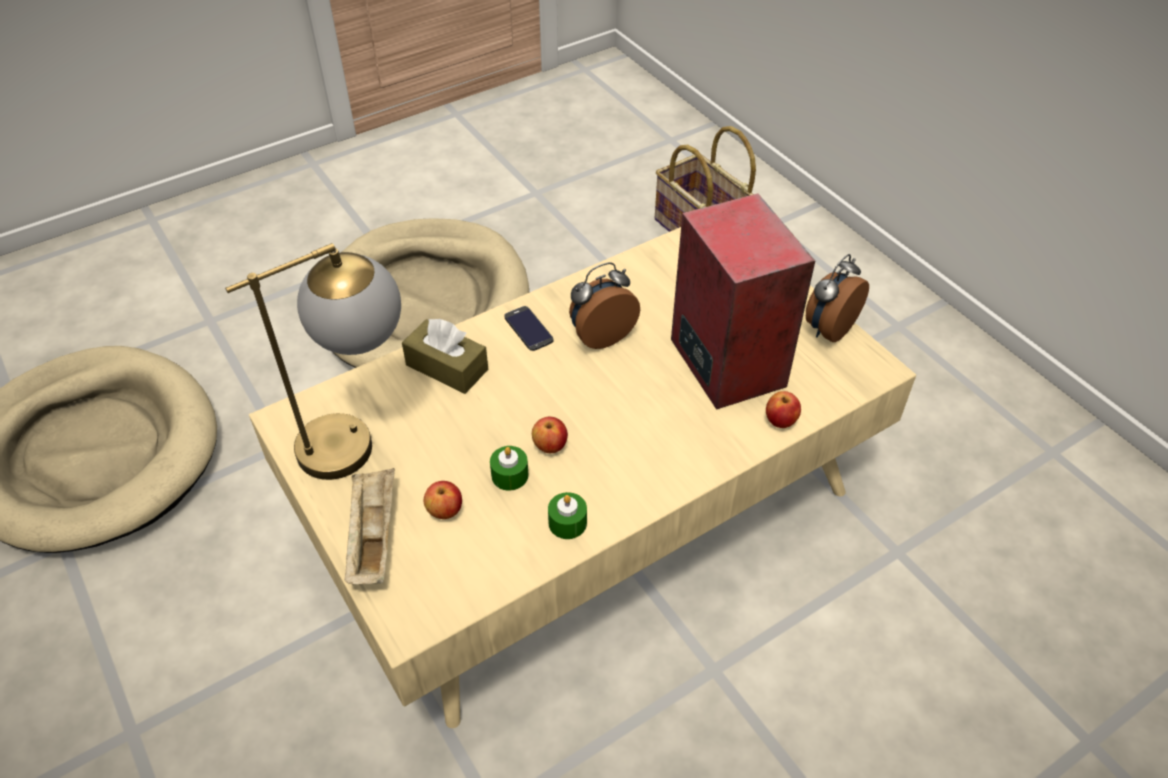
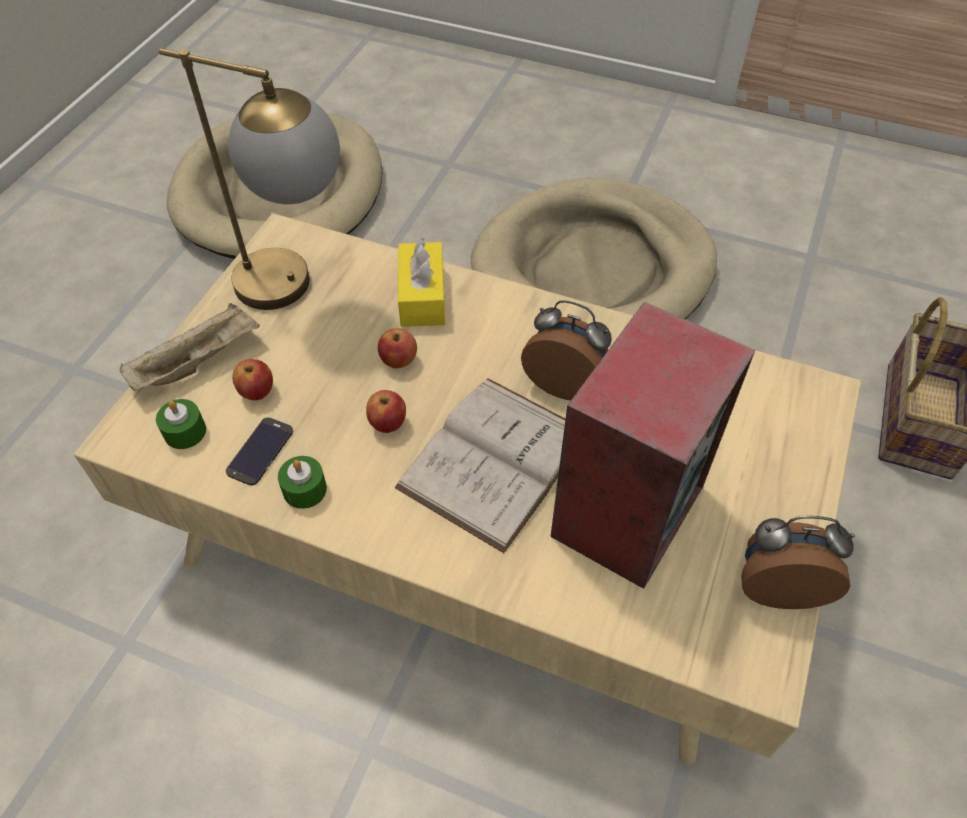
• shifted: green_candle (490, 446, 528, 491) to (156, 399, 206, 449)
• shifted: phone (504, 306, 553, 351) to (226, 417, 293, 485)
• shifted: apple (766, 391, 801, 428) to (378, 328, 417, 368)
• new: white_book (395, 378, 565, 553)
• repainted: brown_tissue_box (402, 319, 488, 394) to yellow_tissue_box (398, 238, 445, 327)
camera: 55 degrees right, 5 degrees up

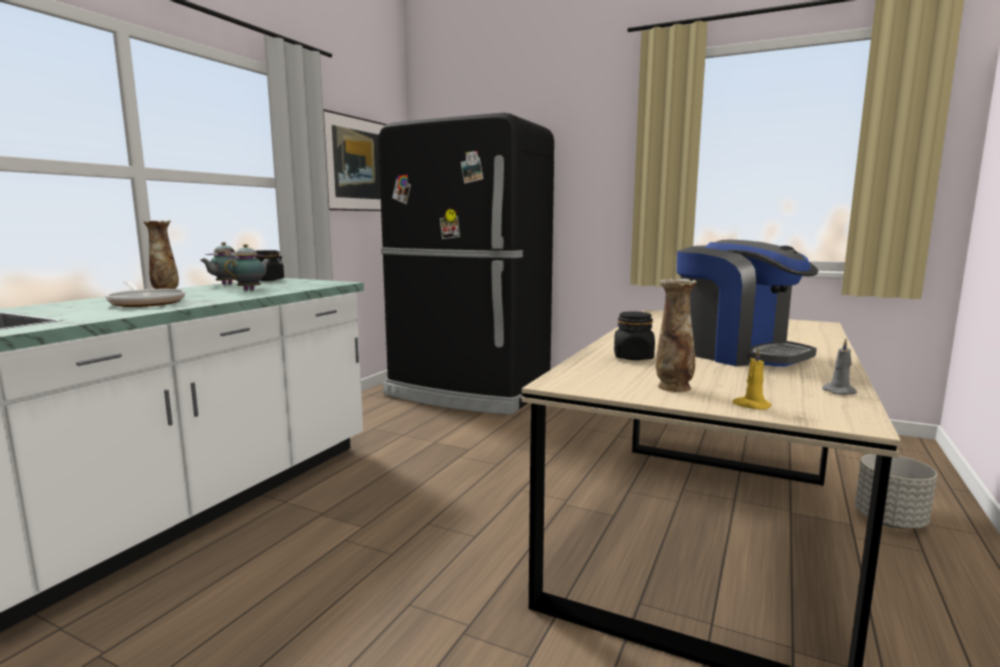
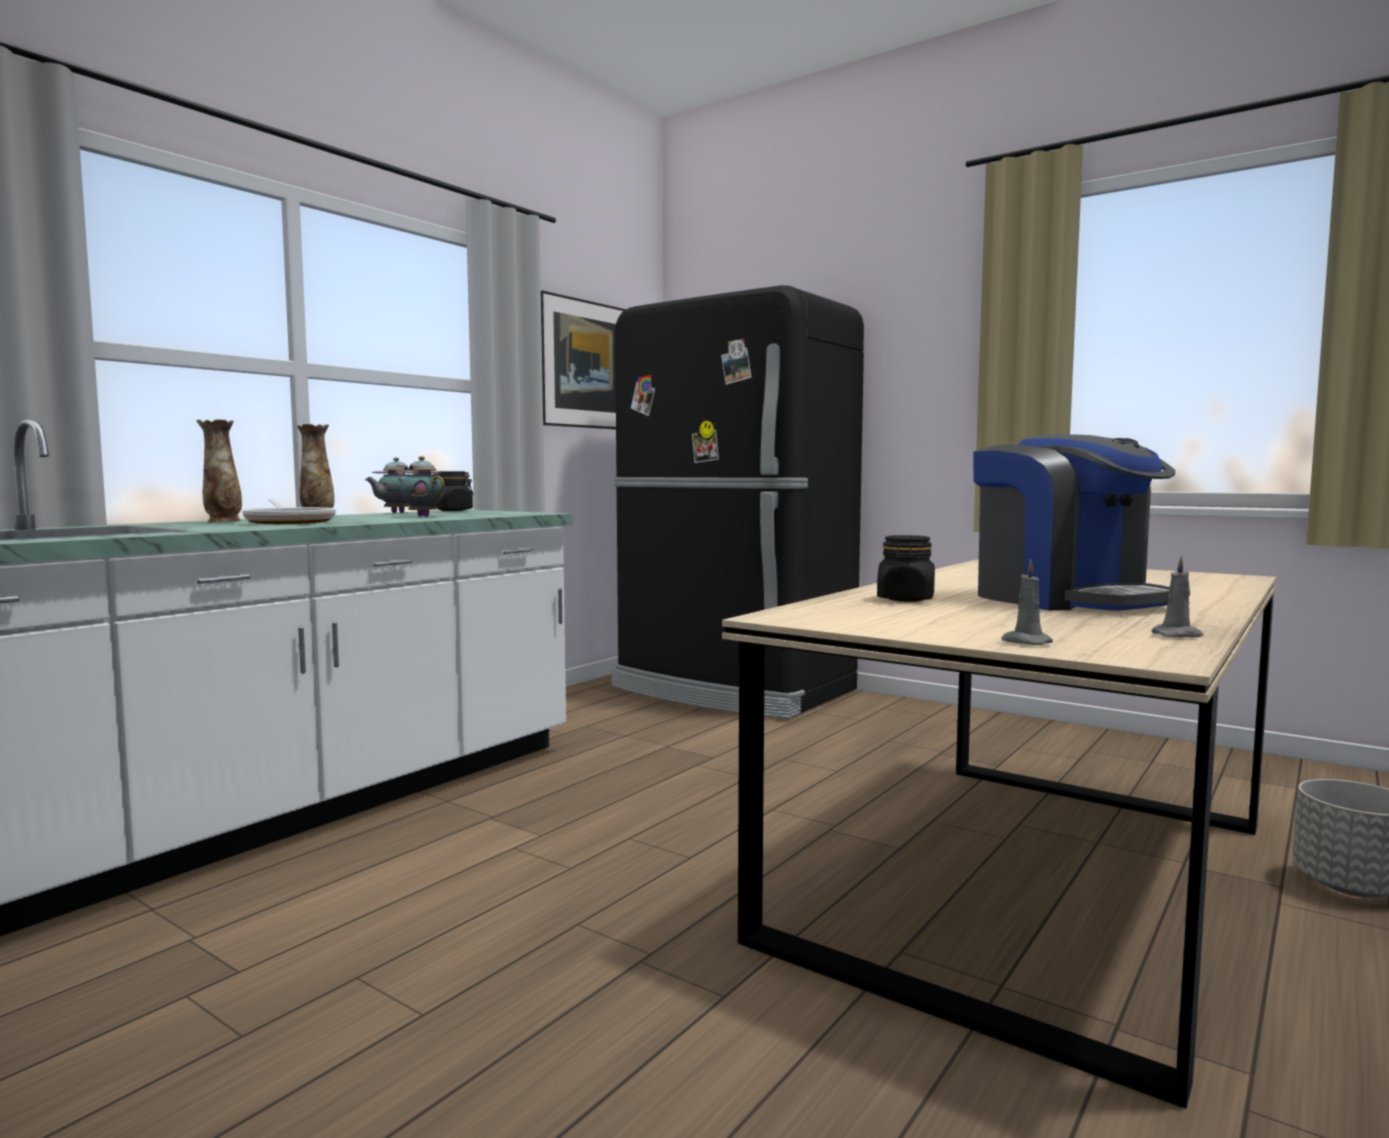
• shifted: vase (656, 278, 697, 392) to (196, 419, 242, 523)
• rotated: teapot (224, 244, 270, 291) = (398, 456, 445, 517) 90 degrees counterclockwise
• repainted: yellow_candle (733, 348, 772, 410) to grey_candle (1001, 559, 1053, 645)
camera: 10 degrees right, 5 degrees down

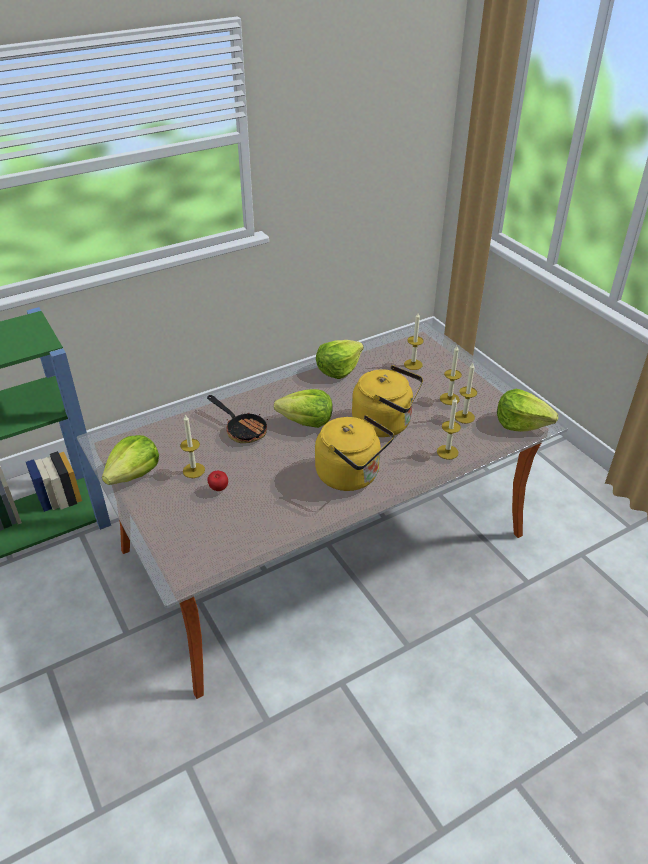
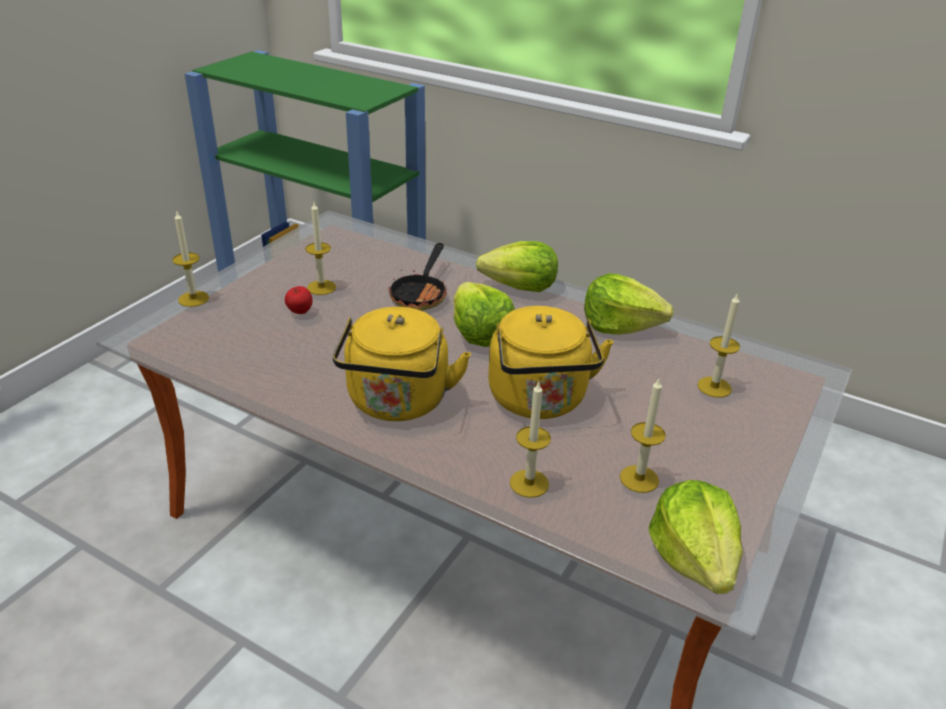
• shifted: candle (440, 346, 462, 405) to (172, 212, 209, 307)
• shifted: lettuce (102, 435, 159, 485) to (476, 241, 558, 292)
camera: 60 degrees right, 5 degrees down

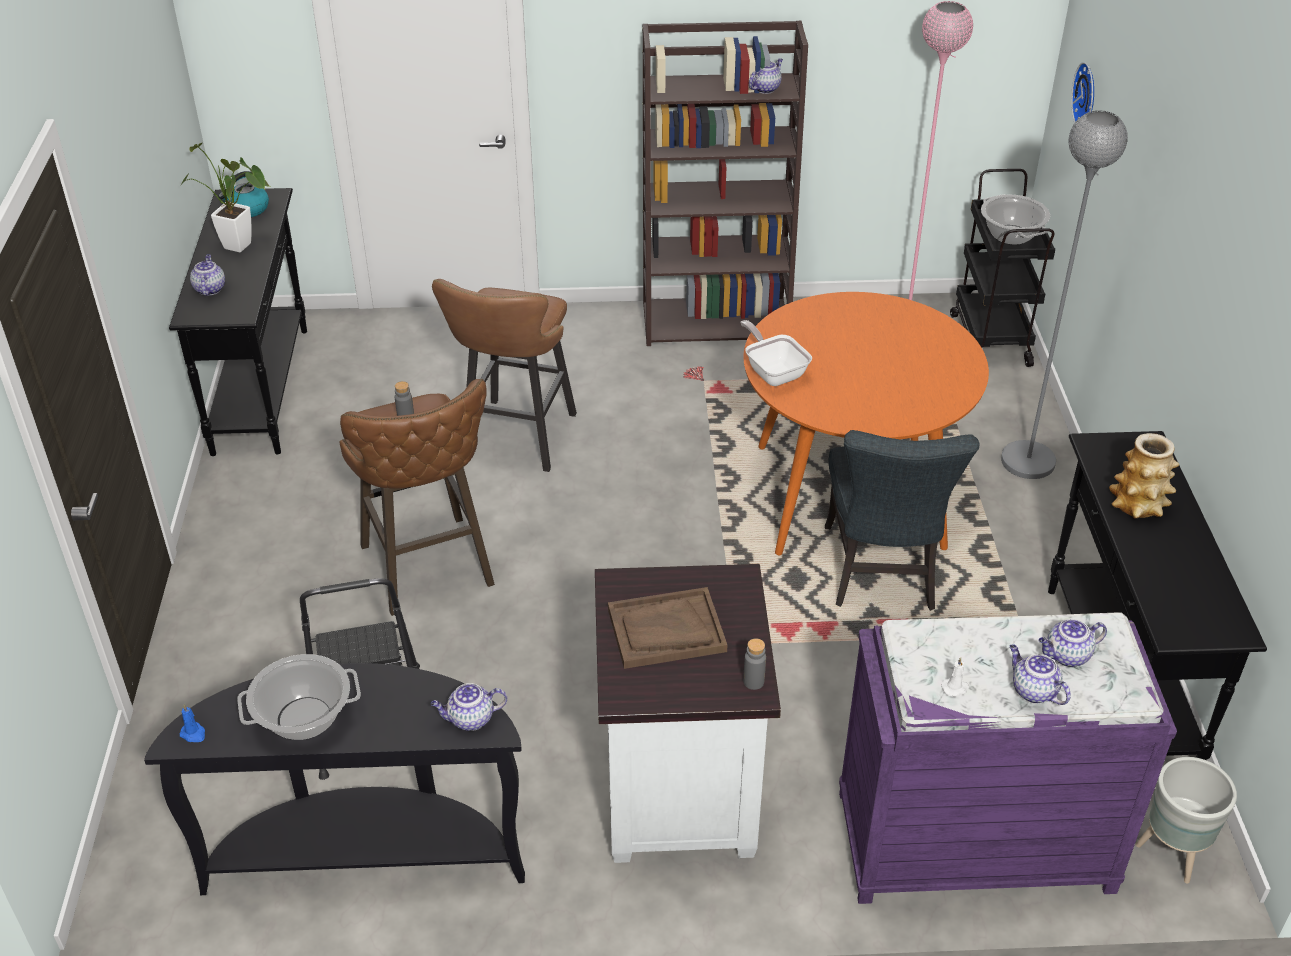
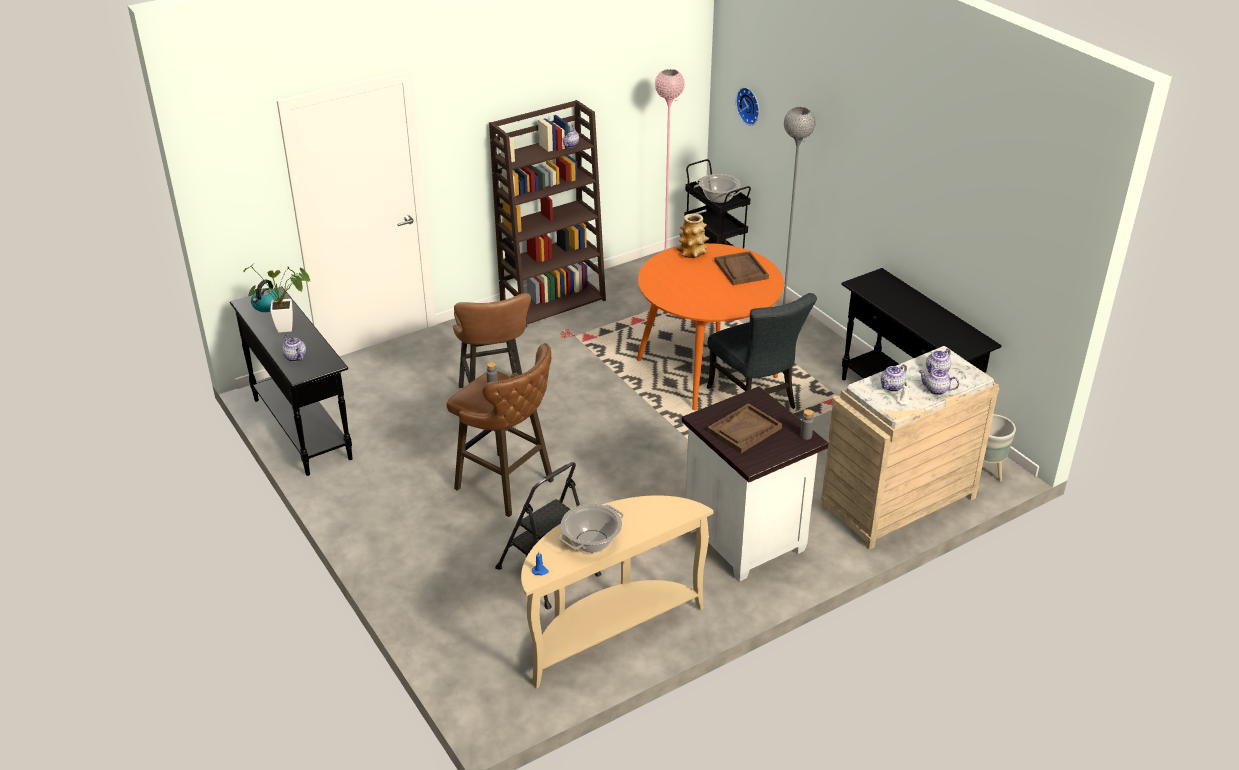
• repainted: black_console_table (144, 663, 525, 895) to beige_console_table (521, 495, 714, 688)
• shifted: vase (1109, 433, 1180, 519) to (676, 213, 709, 258)
• new: brown_tray (715, 251, 769, 285)
• repainted: purple_dresser (839, 612, 1177, 904) to beige_dresser (821, 346, 1000, 550)
• shifted: teapot (431, 683, 507, 731) to (881, 364, 907, 392)
• gone: frying_pan (740, 320, 812, 386)
camera: 30 degrees left, 5 degrees down

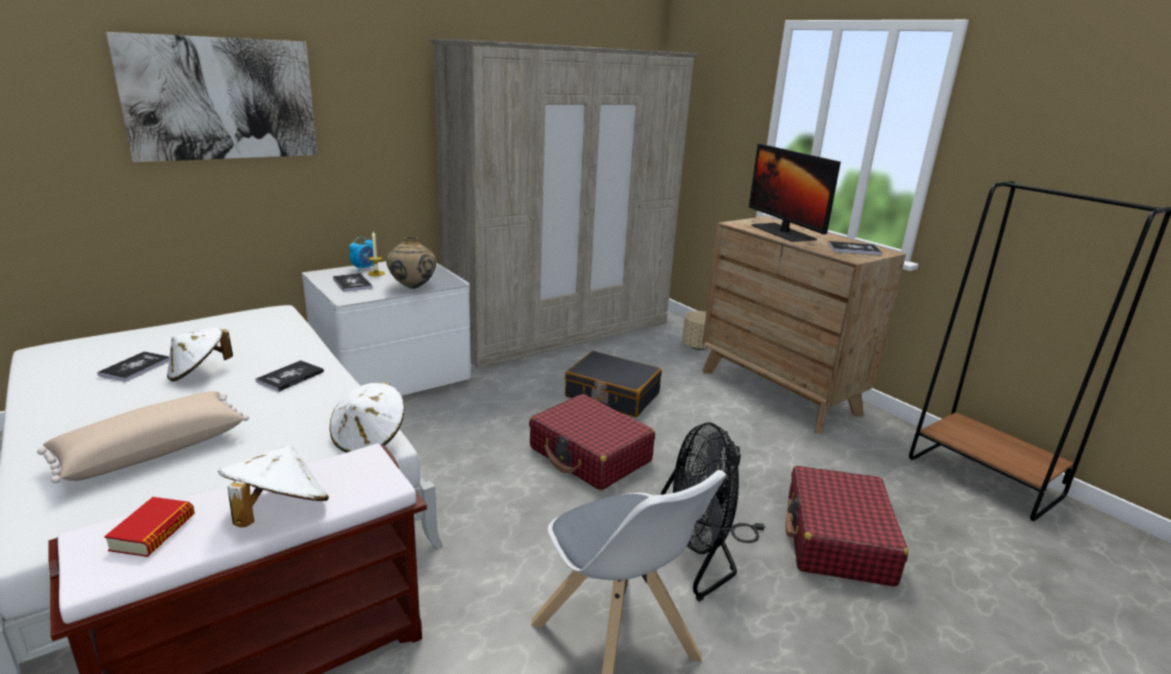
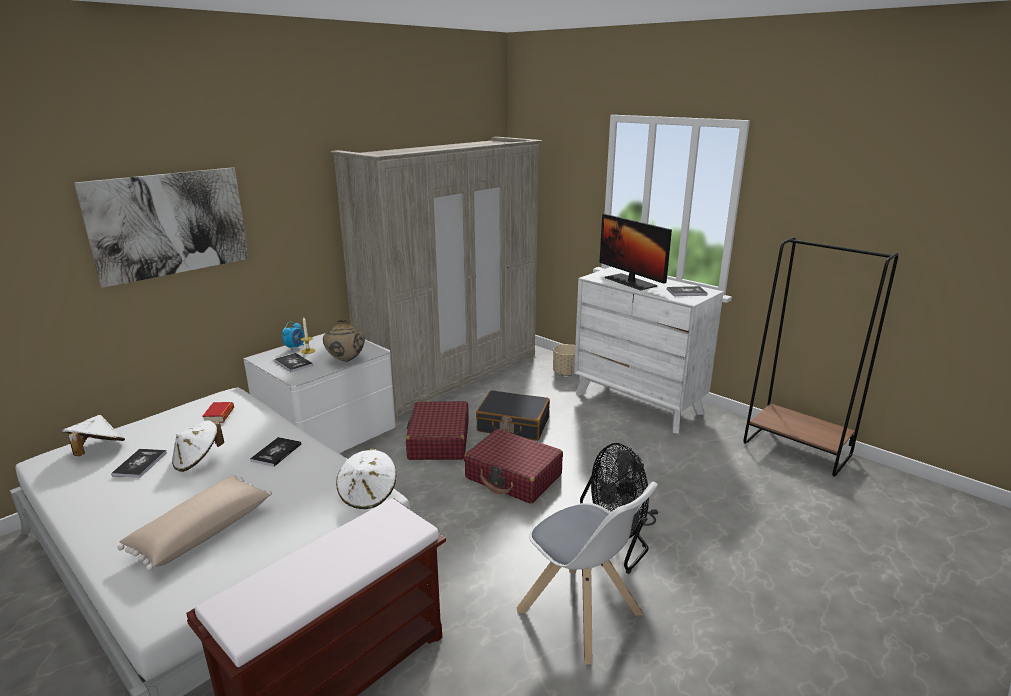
• shifted: white_hat (218, 445, 329, 527) to (62, 415, 125, 456)
• shifted: book (104, 497, 195, 557) to (202, 402, 234, 423)
• shifted: red_suitcase (786, 466, 908, 587) to (406, 401, 469, 460)
• repainted: brown_dresser (702, 216, 906, 435) to white_dresser (574, 267, 724, 433)
camera: 10 degrees left, 0 degrees up

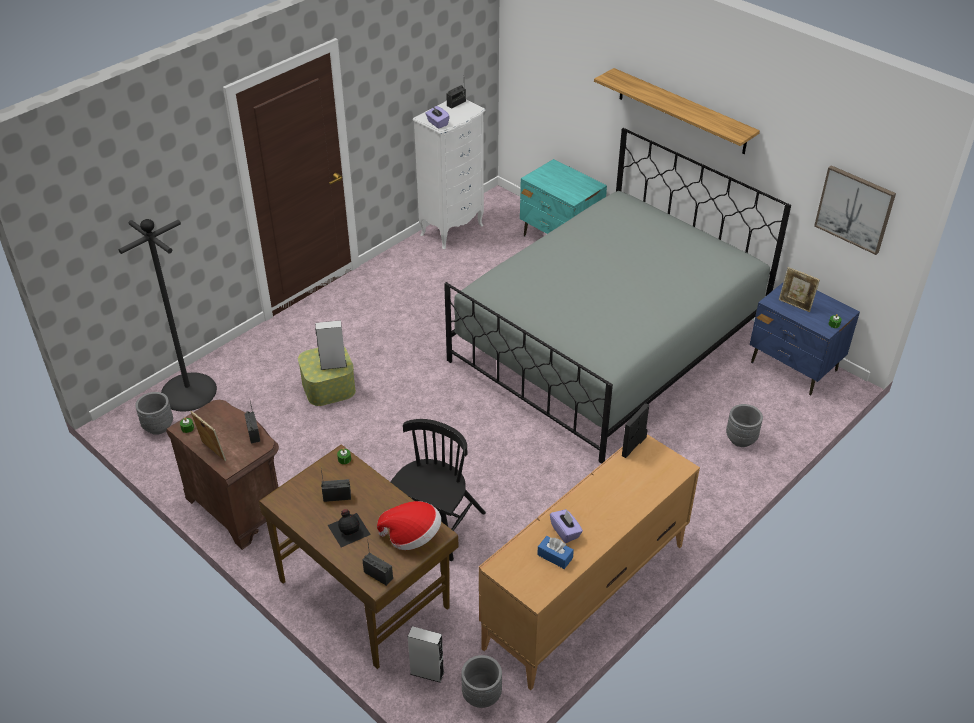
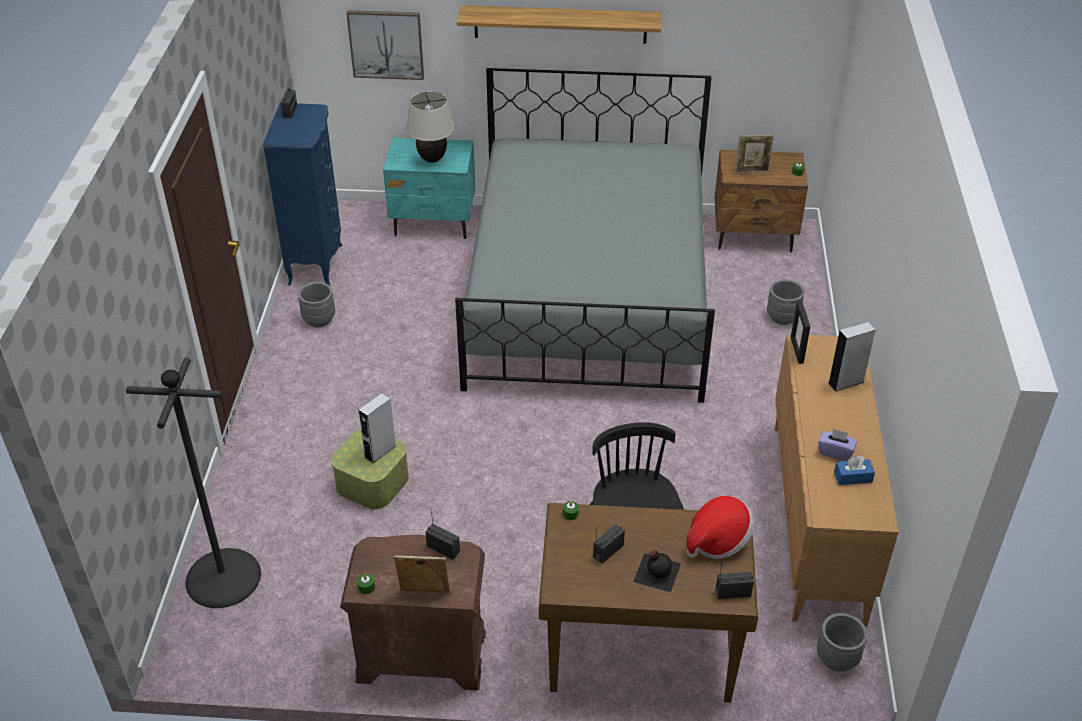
• repainted: white_dresser (413, 100, 485, 249) to blue_dresser (263, 103, 342, 286)
• shifted: grey_planter (135, 392, 173, 435) to (298, 282, 335, 327)
• shifted: picture (814, 165, 896, 255) to (347, 10, 424, 80)
• new: beige_table_lamp (406, 91, 455, 163)
• repainted: blue_nightstand (750, 283, 860, 395) to brown_nightstand (715, 150, 808, 253)
• shifted: grey_speaker (408, 626, 444, 683) to (828, 322, 875, 392)
• gone: purple_tissue_box (425, 106, 450, 128)
camera: 40 degrees left, 0 degrees up

